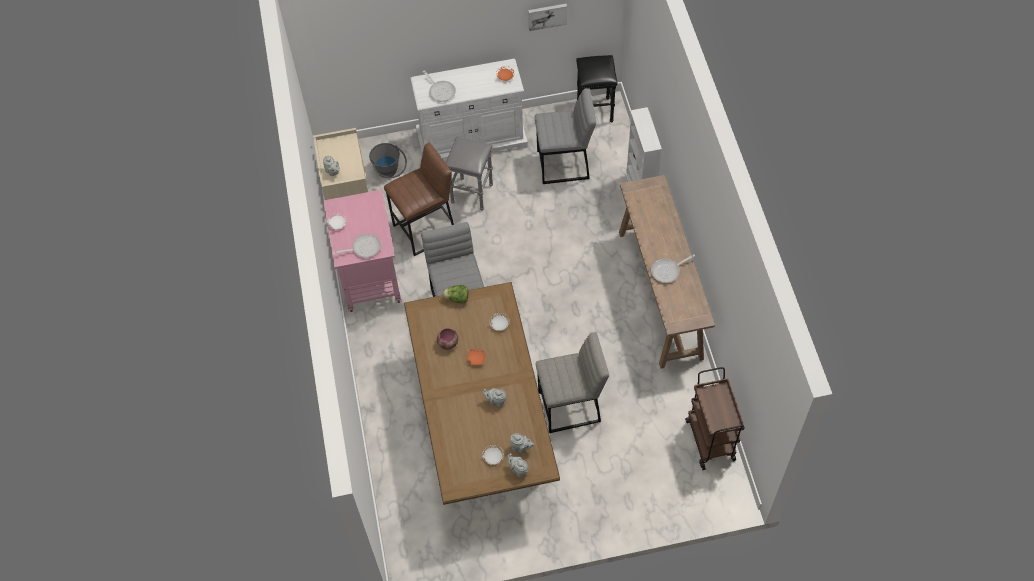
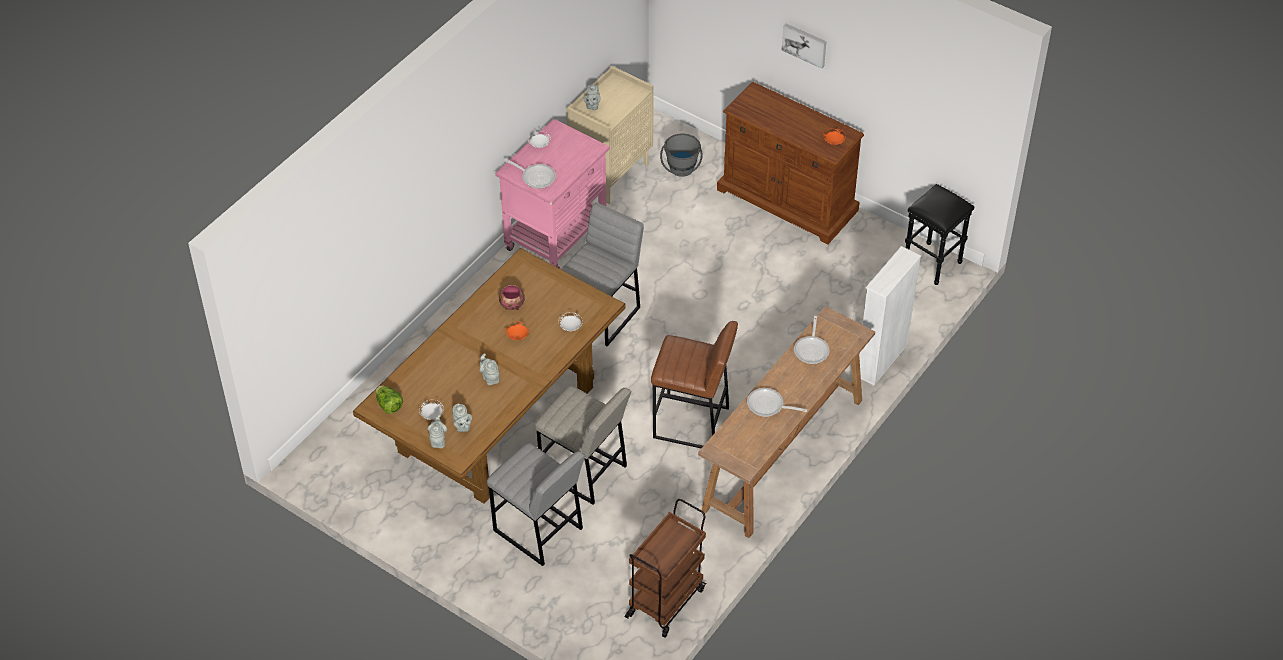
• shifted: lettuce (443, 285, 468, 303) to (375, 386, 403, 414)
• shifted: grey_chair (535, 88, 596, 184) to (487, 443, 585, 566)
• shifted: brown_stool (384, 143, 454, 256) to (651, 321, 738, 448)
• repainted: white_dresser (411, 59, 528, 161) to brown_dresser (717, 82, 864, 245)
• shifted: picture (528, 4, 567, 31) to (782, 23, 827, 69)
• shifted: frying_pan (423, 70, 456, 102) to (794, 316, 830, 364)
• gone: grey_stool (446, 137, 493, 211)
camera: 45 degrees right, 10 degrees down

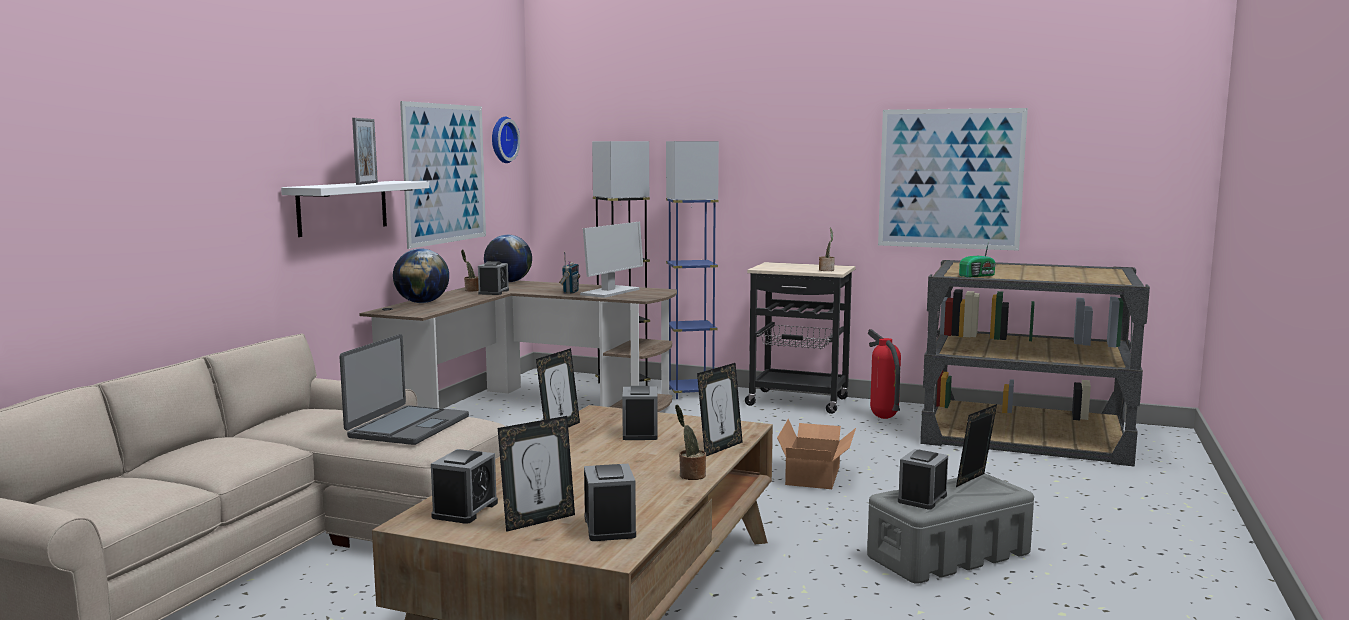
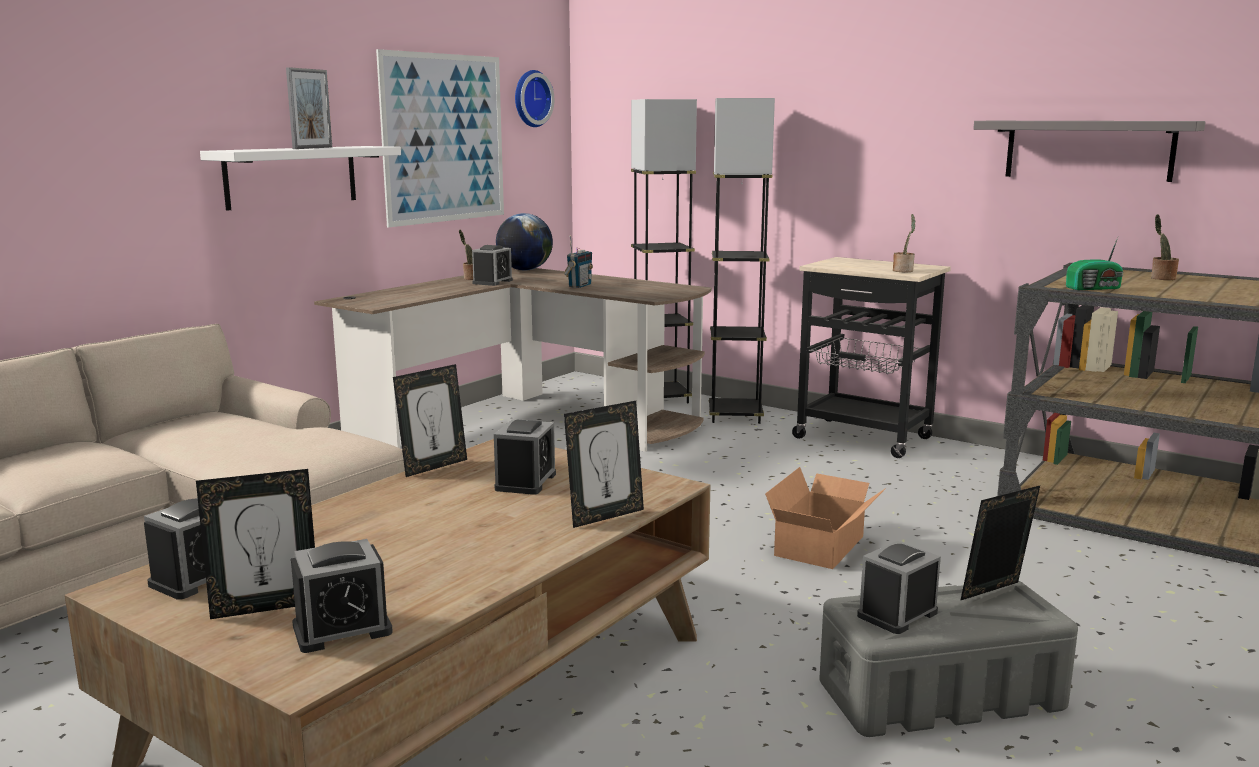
• rotated: alarm_clock (584, 464, 636, 541) = (291, 539, 393, 653) 60 degrees clockwise
• repainted: blue_floor_lamp (666, 141, 719, 399) to grey_floor_lamp (709, 98, 775, 424)
• swapped: picture (878, 108, 1028, 251) to grey_shelf (973, 121, 1205, 182)
• shifted: potted_plant (675, 405, 706, 480) to (1151, 214, 1179, 280)
• gone: laptop (340, 334, 469, 445)
• gone: globe (393, 248, 449, 303)
• gone: monitor (580, 222, 643, 298)
• gone: fire_extinguisher (868, 329, 901, 419)
camera: 15 degrees right, 5 degrees up

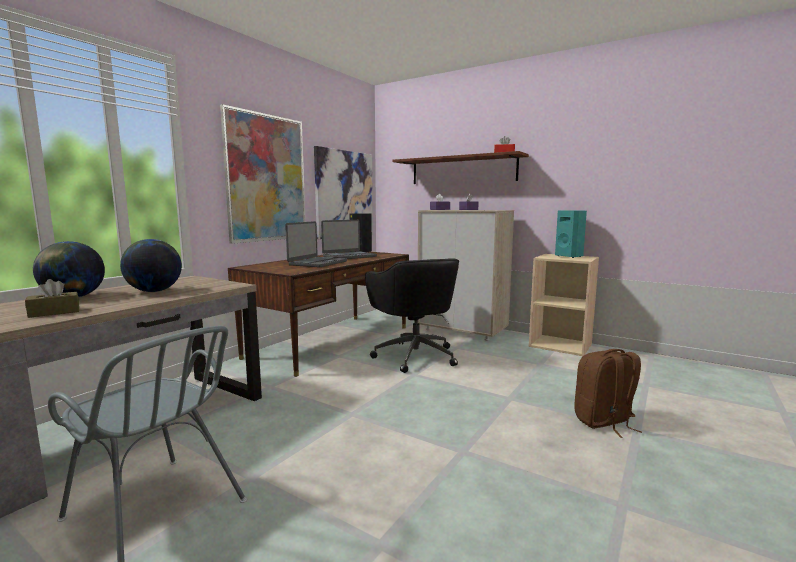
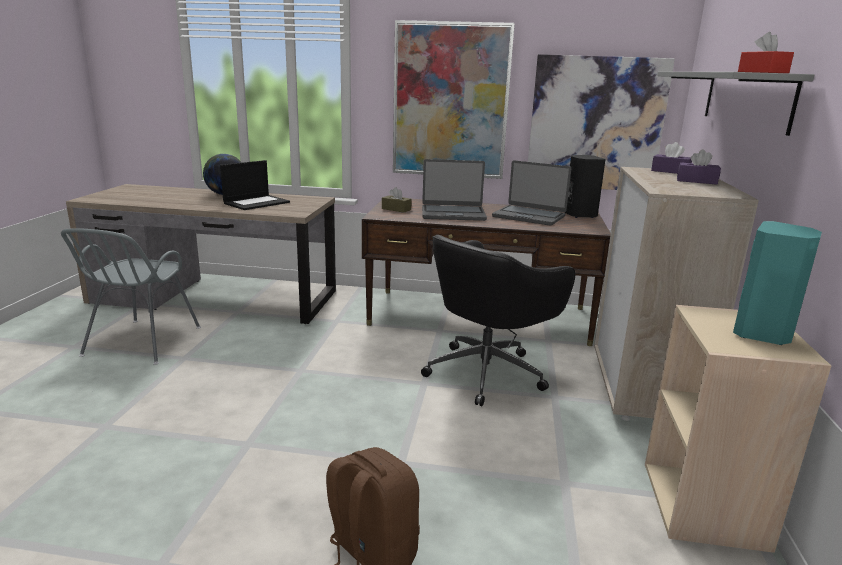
• swapped: globe (120, 239, 182, 292) to laptop (220, 160, 290, 210)
• shifted: brown_tissue_box (25, 279, 79, 318) to (382, 187, 412, 213)
• repainted: brown_shelf (392, 151, 529, 184) to grey_shelf (657, 72, 814, 136)
camera: 65 degrees right, 10 degrees up

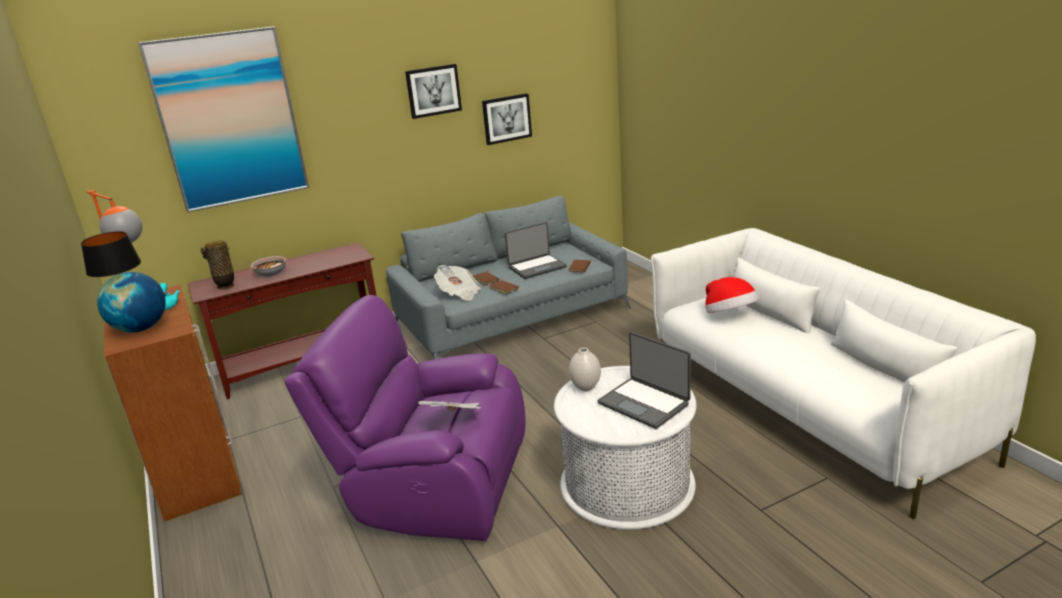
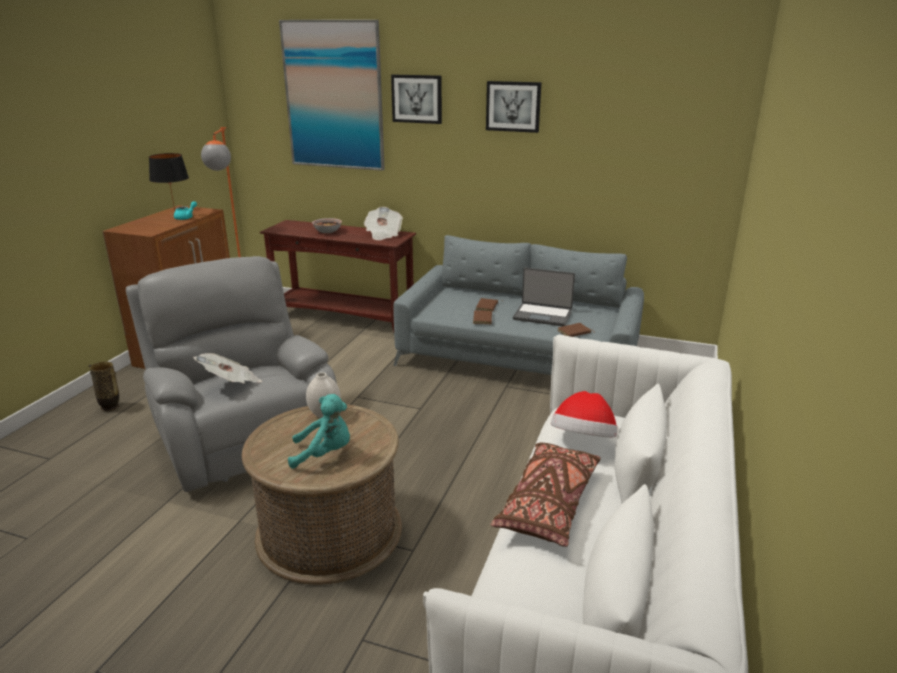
• shifted: vase (201, 241, 234, 290) to (89, 361, 119, 411)
• repainted: purple_armchair (285, 295, 525, 541) to grey_armchair (126, 256, 337, 492)
• repainted: white_coffee_table (554, 366, 697, 530) to brown_coffee_table (242, 404, 402, 585)
• swapped: laptop (597, 332, 691, 429) to turquoise_plush_toy (288, 394, 350, 469)
• shifted: newspaper (434, 265, 481, 301) to (364, 207, 403, 240)
• shifted: picture (482, 93, 532, 145) to (391, 74, 442, 124)
• new: brown_pillow (491, 442, 601, 547)
• gone: globe (97, 272, 166, 332)
camera: 45 degrees right, 0 degrees up

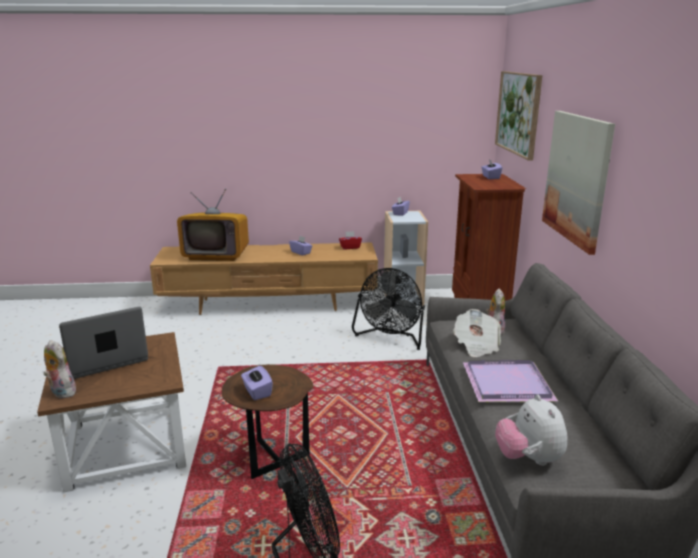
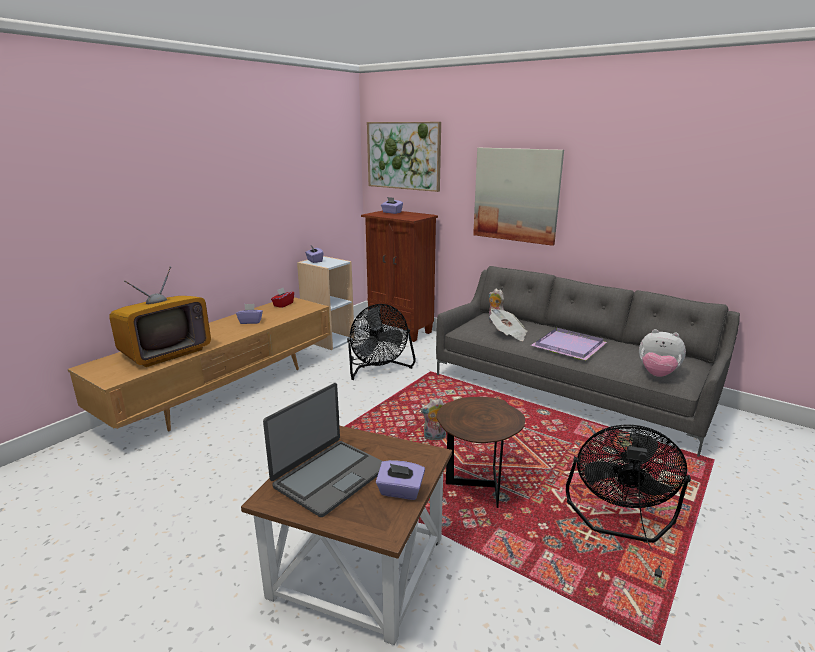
• rotated: laptop (59, 307, 148, 379) = (263, 383, 382, 517) 150 degrees counterclockwise
• shifted: purple_tissue_box (241, 365, 273, 400) to (376, 460, 425, 500)
• shifted: plush_toy (43, 340, 76, 398) to (420, 398, 446, 440)
camera: 50 degrees left, 0 degrees up

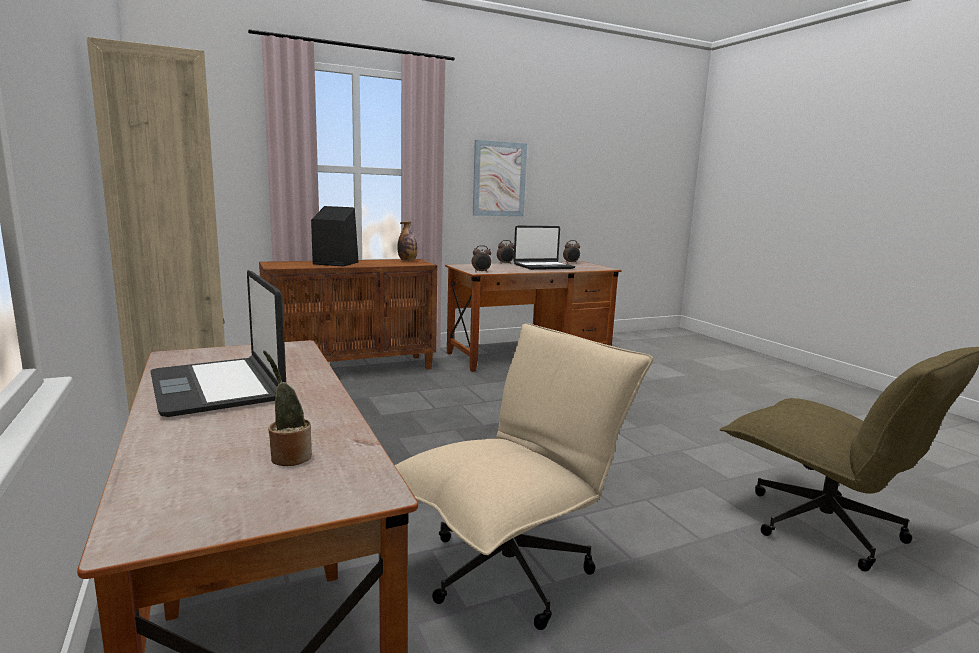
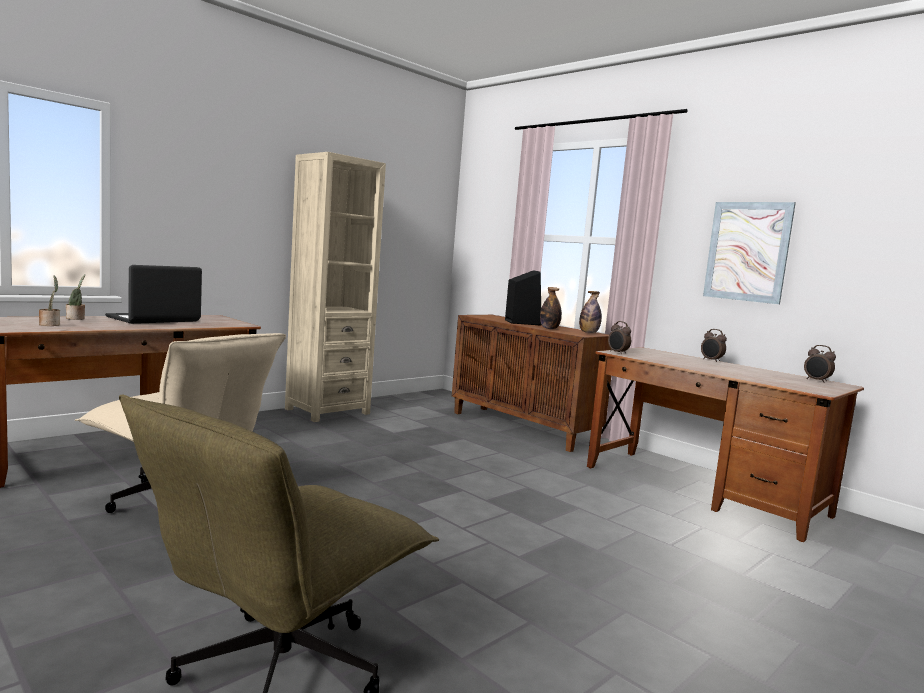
• new: potted_plant (66, 274, 85, 320)
• new: bottle (540, 287, 562, 329)
• gone: laptop (514, 226, 575, 270)
camera: 70 degrees right, 5 degrees down

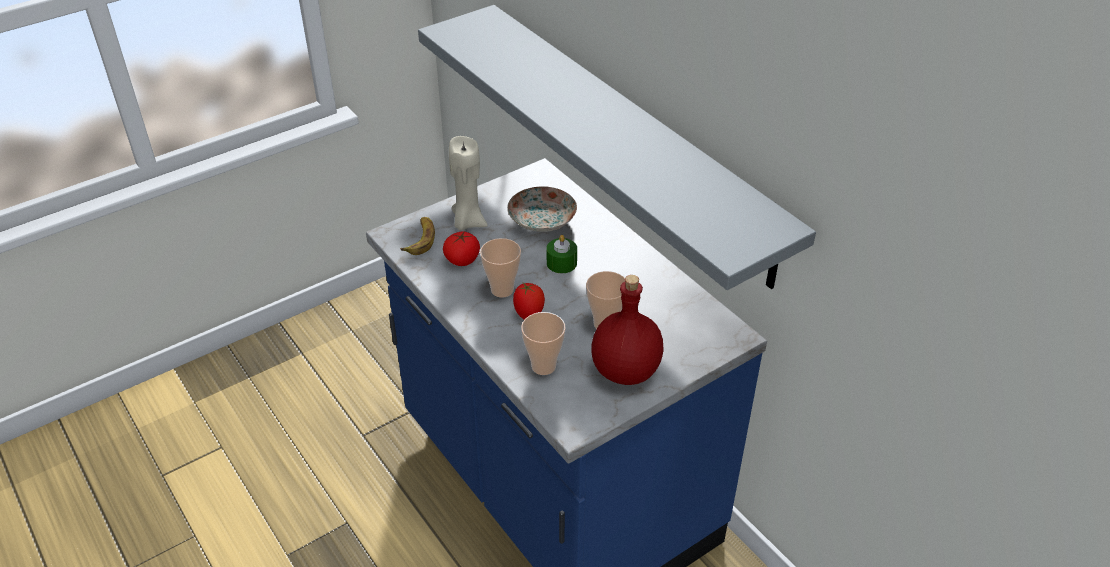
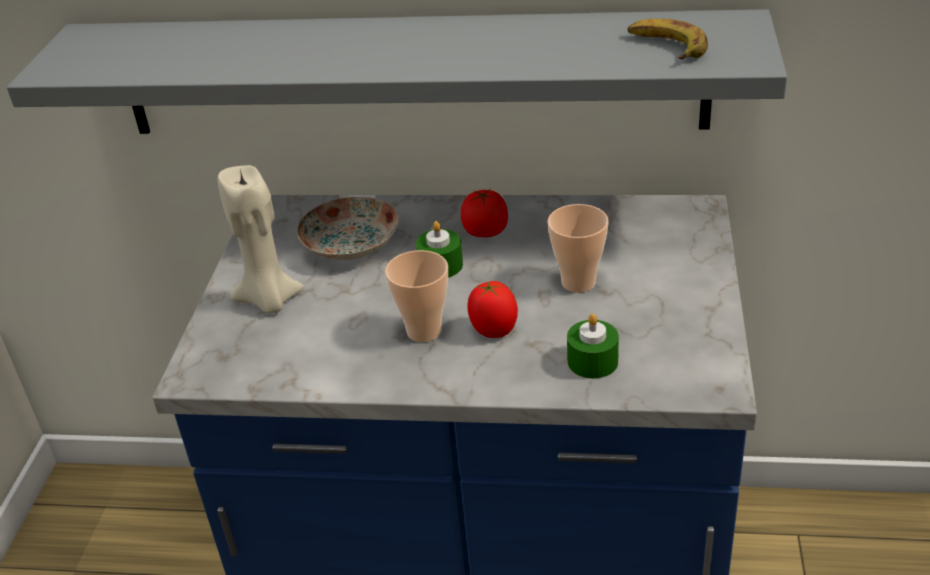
• shifted: tomato (443, 232, 480, 266) to (461, 189, 508, 237)
• swapped: cup (521, 312, 566, 375) to green_candle (567, 314, 619, 379)
• shifted: banana (400, 217, 435, 255) to (628, 19, 708, 60)
• gone: red_bottle (591, 275, 664, 385)
camera: 45 degrees left, 5 degrees down

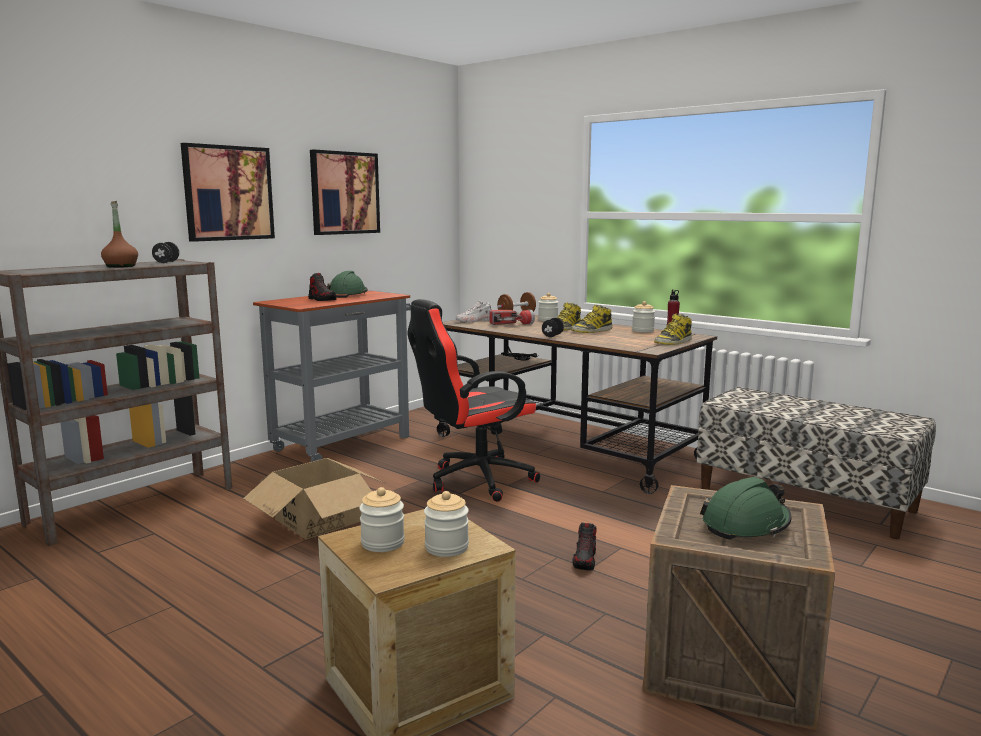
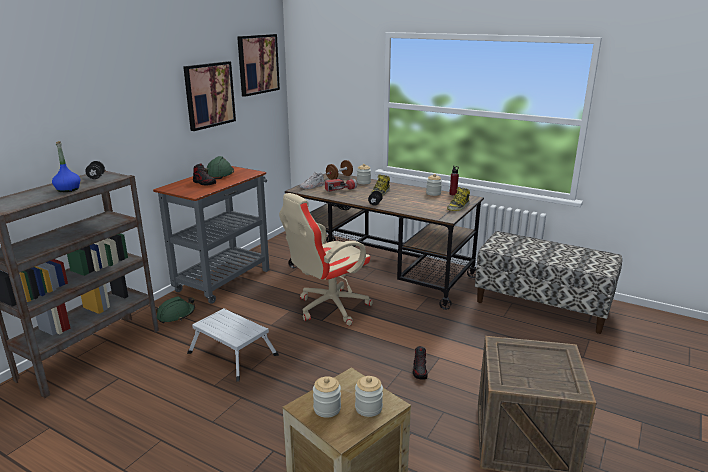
• repainted: brown_bottle (101, 201, 138, 268) to blue_bottle (52, 141, 80, 192)
• shifted: green_hard_hat (700, 477, 791, 539) to (156, 296, 195, 323)
• swapped: cardboard_box (243, 458, 387, 539) to white_step_ladder (187, 308, 279, 382)
• shifted: picture (181, 143, 275, 242) to (237, 34, 280, 97)
• repainted: black_office_chair (407, 299, 540, 502) to beige_office_chair (279, 193, 373, 326)
• gone: boot (571, 305, 612, 333)
camera: 10 degrees left, 10 degrees up

